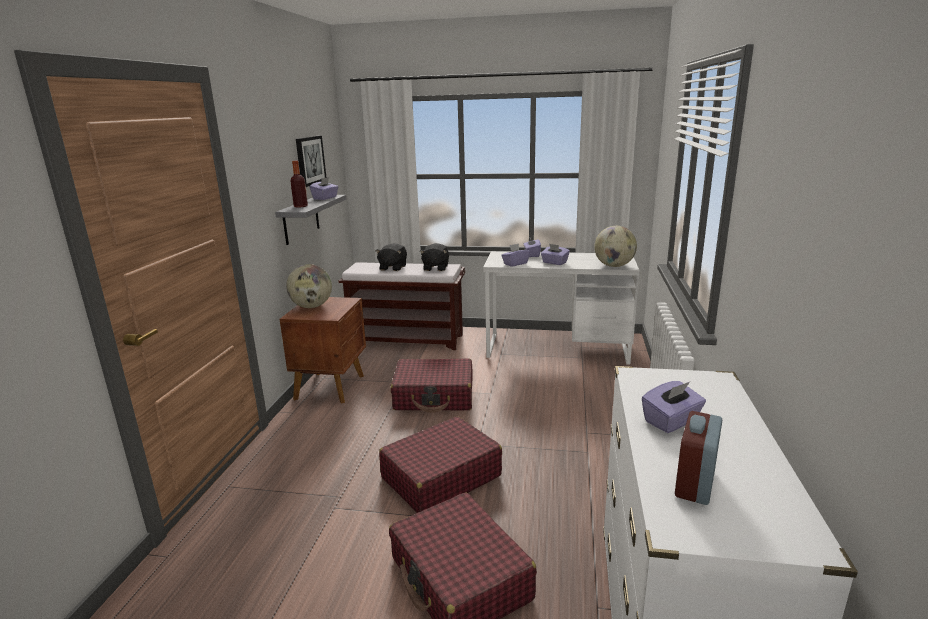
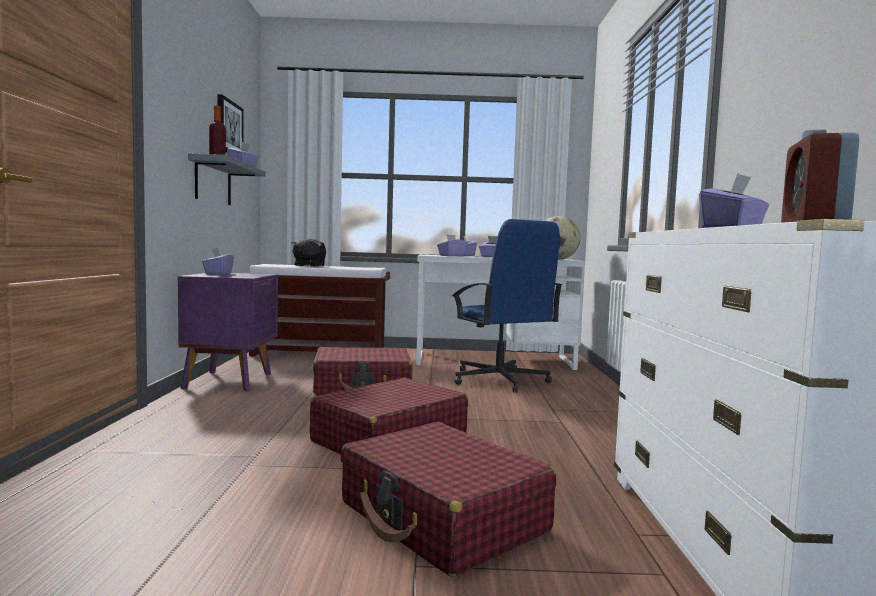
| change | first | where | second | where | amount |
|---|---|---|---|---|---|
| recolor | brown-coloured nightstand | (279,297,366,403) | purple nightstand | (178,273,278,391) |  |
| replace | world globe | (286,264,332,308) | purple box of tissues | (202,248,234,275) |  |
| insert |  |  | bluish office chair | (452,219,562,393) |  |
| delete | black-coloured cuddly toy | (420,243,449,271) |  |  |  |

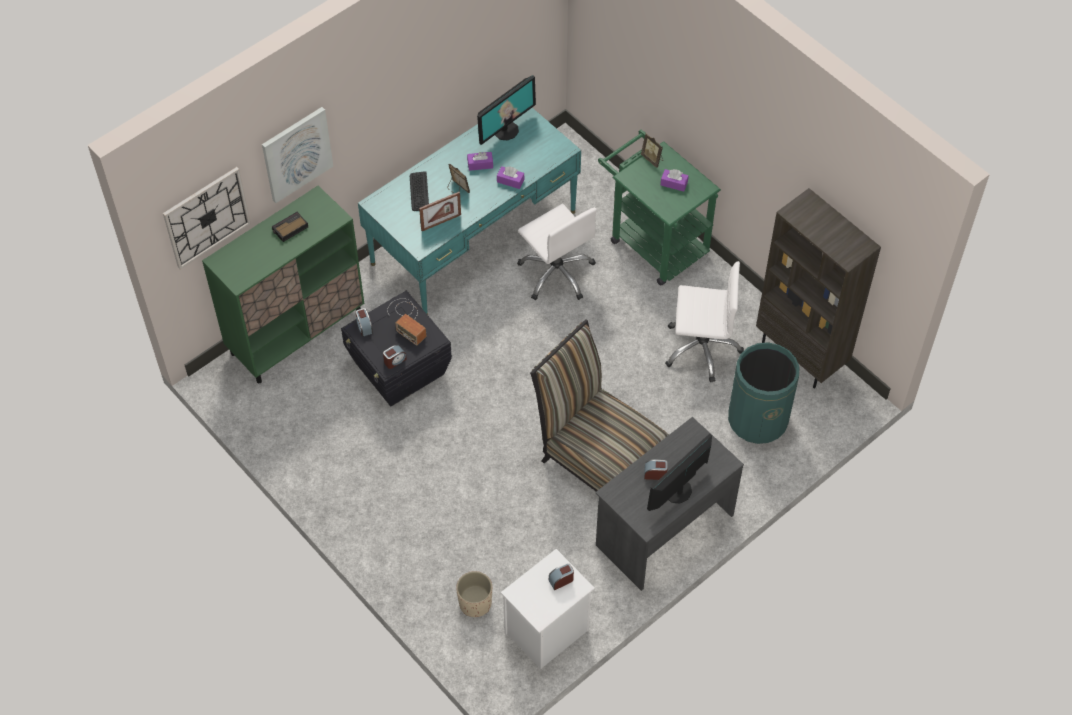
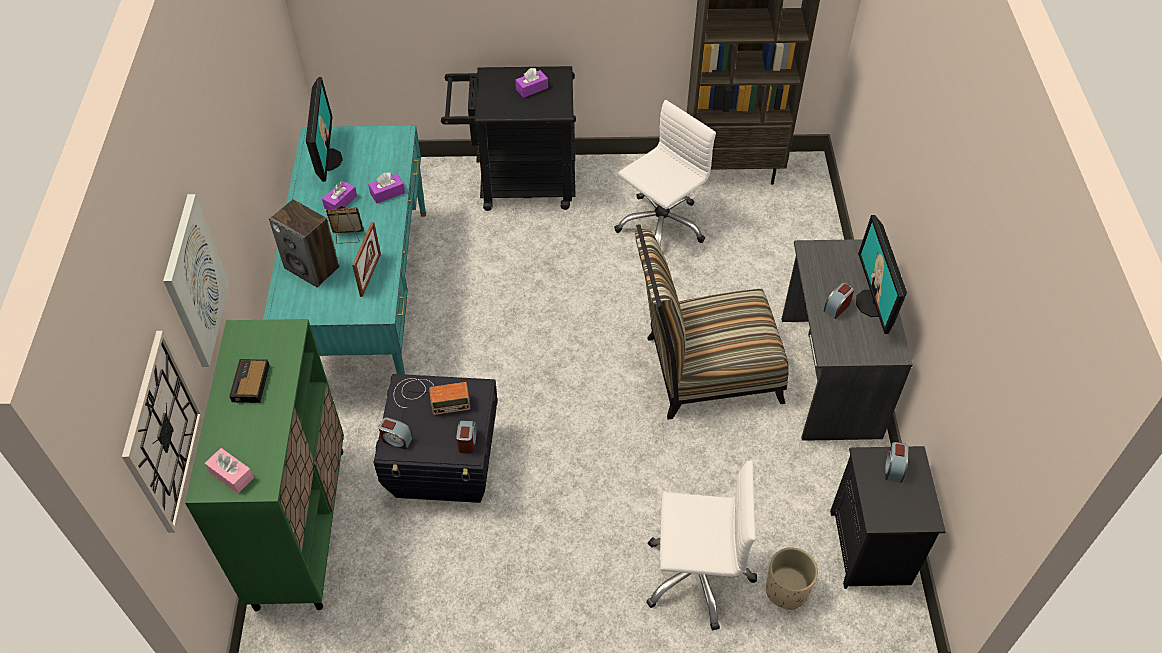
| change | first | where | second | where | amount |
|---|---|---|---|---|---|
| insert |  |  | pink-coloured box of tissues | (205,448,254,493) |  |
| replace | computer keyboard | (410,171,429,211) | loudspeaker | (269,199,339,288) |  |
| recolor | green-coloured cart | (598,130,721,285) | black-coloured cart | (441,66,576,211) |  |
| move | whitish office chair | (517,204,597,300) |  | (646,460,757,631) |  |
| recolor | whitish nightstand | (501,549,595,669) | black-coloured nightstand | (830,446,946,589) |  |
| delete | photo frame | (641,133,663,168) |  |  |  |
| delete | green-coloured rubbish bin | (728,342,799,444) |  |  |  |

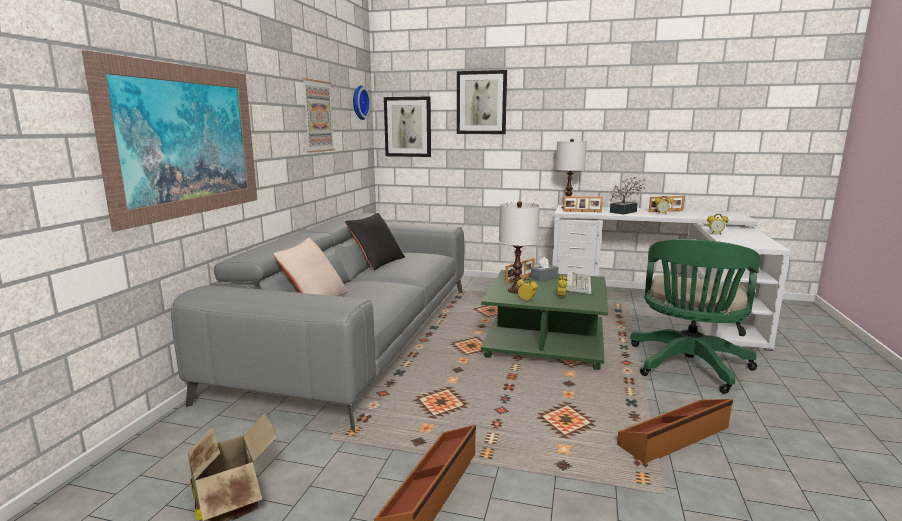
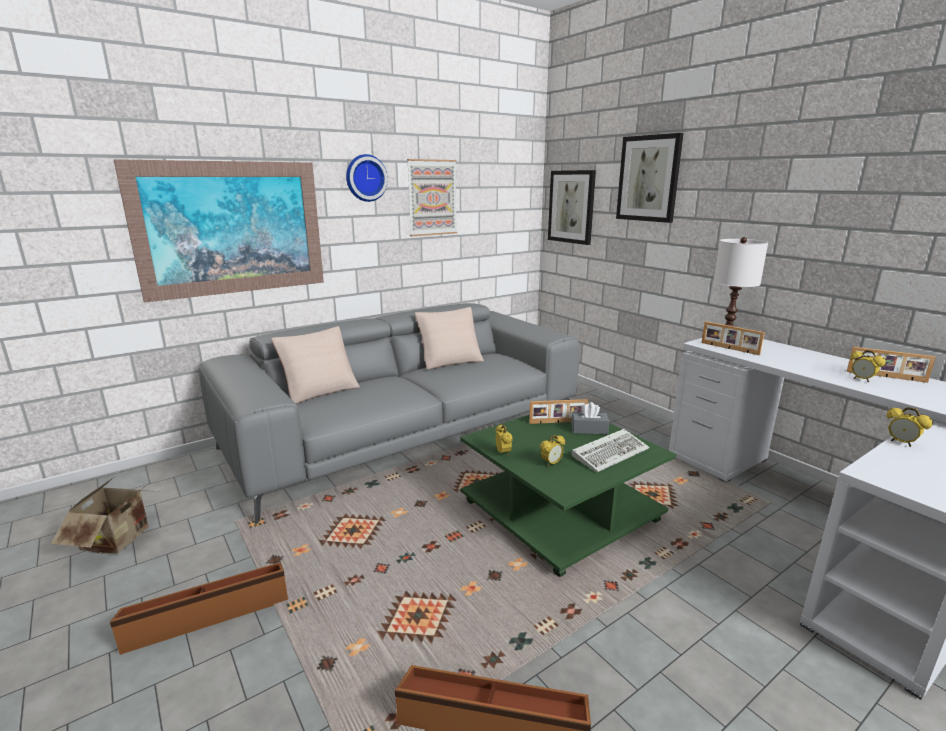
| change | first | where | second | where | amount |
|---|---|---|---|---|---|
| move | wall clock | (353,85,371,120) |  | (346,154,388,202) |  |
| recolor | black-coloured throw pillow | (345,213,405,270) | beige throw pillow | (415,307,484,370) |  |
| delete | whitish table lamp | (499,201,539,294) |  |  |  |
| delete | plant in a pot | (610,177,645,215) |  |  |  |
| delete | green-coloured office chair | (630,239,761,394) |  |  |  |

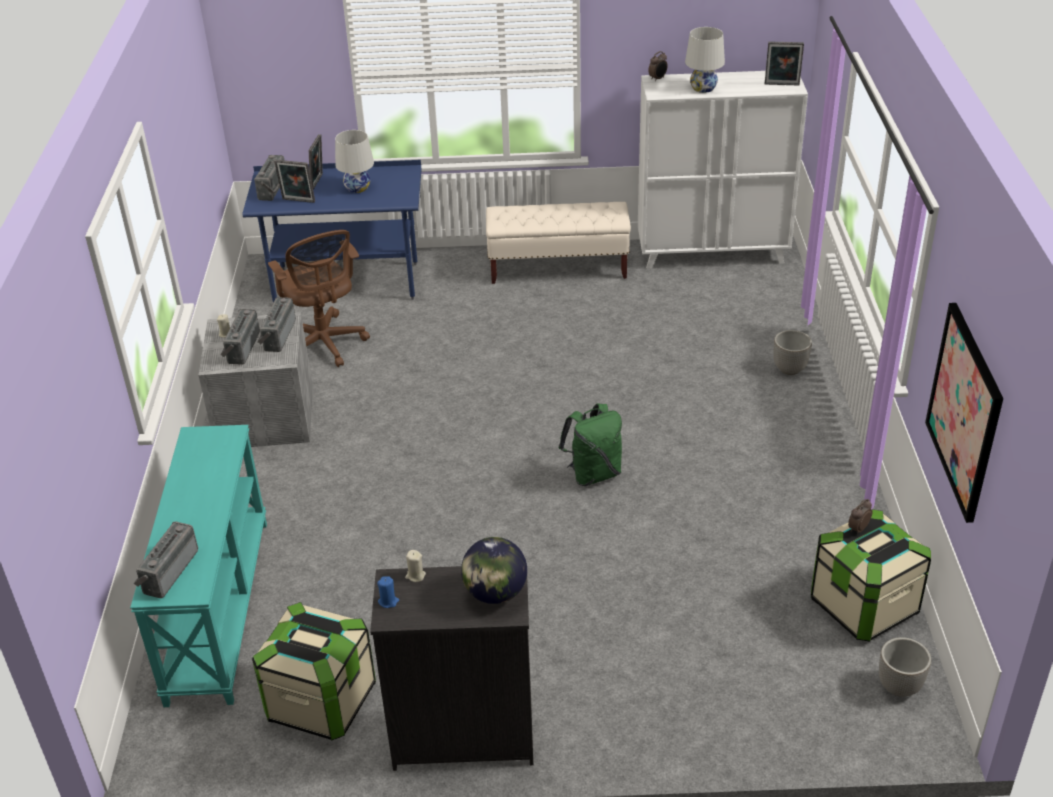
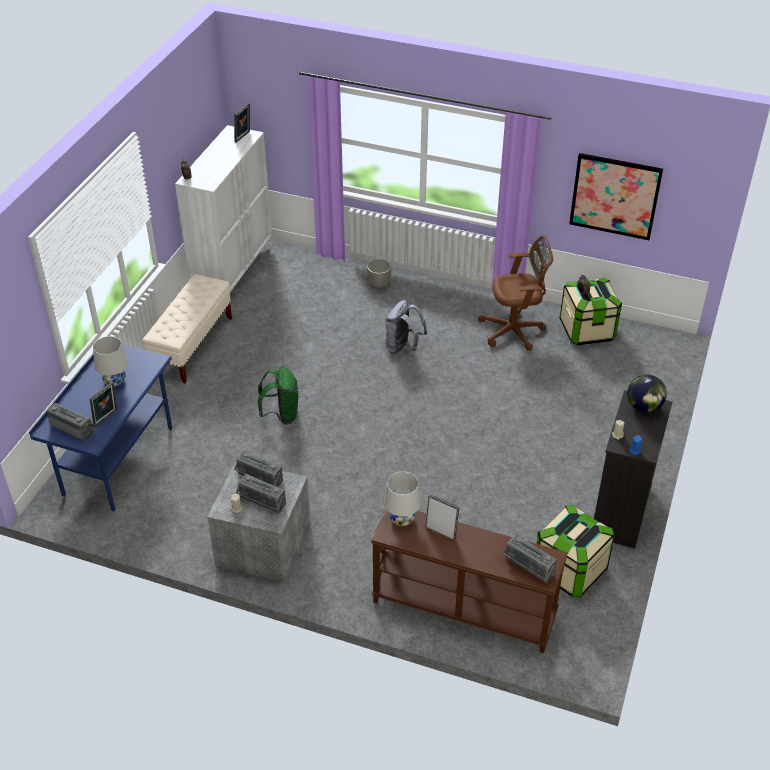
| change | first | where | second | where | amount |
|---|---|---|---|---|---|
| move | green-coloured knapsack | (559,404,622,486) |  | (258,367,298,424) |  |
| recolor | turquoise-coloured narrow table | (130,425,267,707) | brown-coloured narrow table | (371,509,568,653) |  |
| move | whitish table lamp | (685,27,725,93) |  | (384,471,421,527) |  |
| insert |  |  | gray knapsack | (385,300,427,354) |  |
| move | photo frame | (309,134,323,190) |  | (426,494,459,540) |  |
| move | brown-coloured office chair | (268,230,370,367) |  | (478,236,553,351) |  |
| delete | flower pot | (879,637,931,697) |  |  |  |

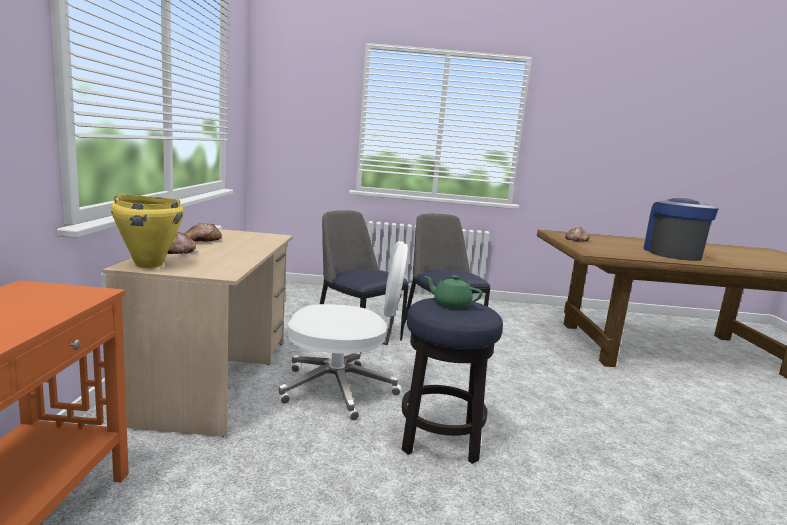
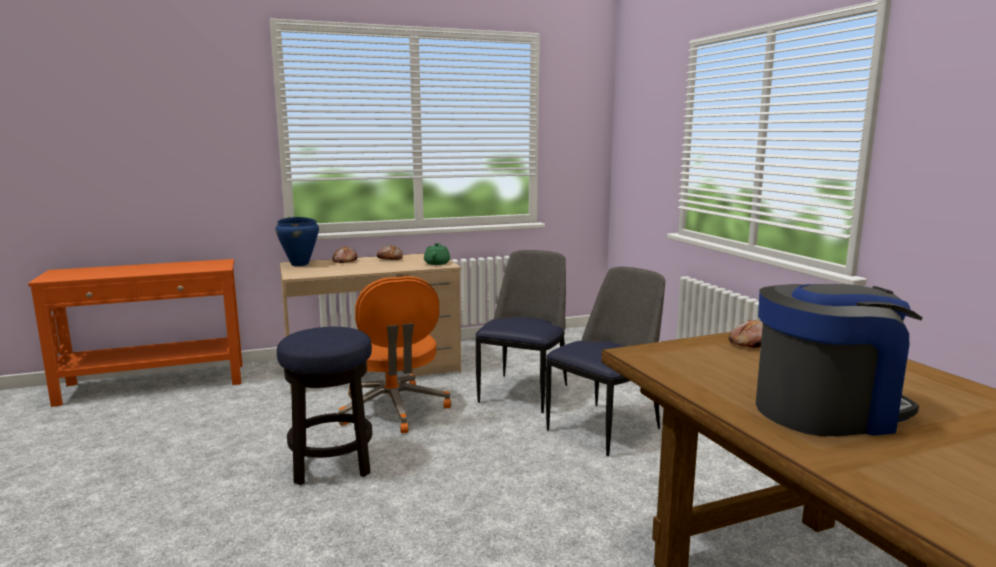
| change | first | where | second | where | amount |
|---|---|---|---|---|---|
| recolor | yellow stockpot | (111,195,184,268) | bluish stockpot | (276,217,319,266) |  |
| recolor | whitish office chair | (278,241,408,421) | orangey office chair | (339,276,451,433) |  |
| move | green-coloured teapot | (425,275,482,309) |  | (424,243,450,265) |  |

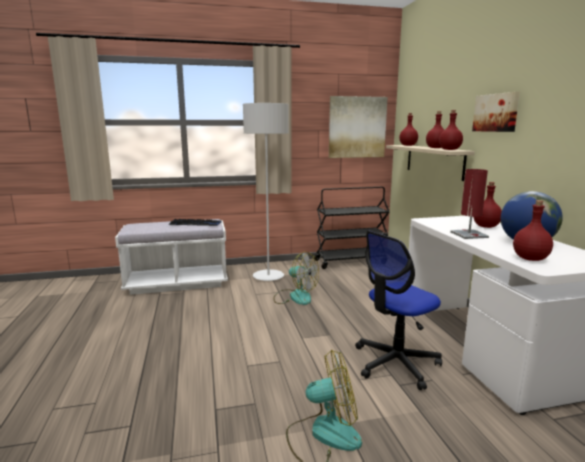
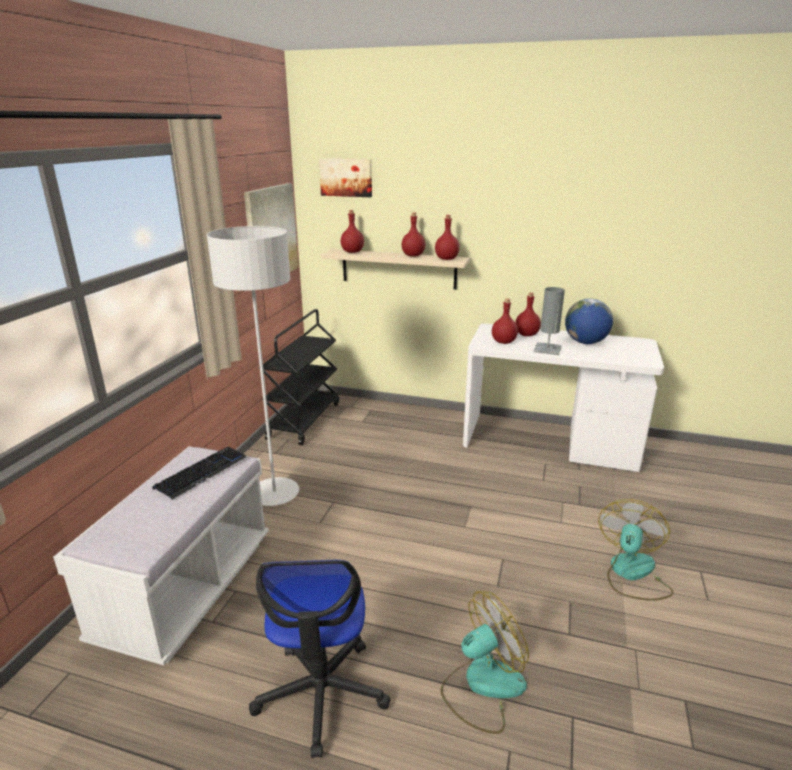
| change | first | where | second | where | amount |
|---|---|---|---|---|---|
| move | office chair | (355,230,442,390) |  | (249,560,391,758) |  |
| move | picture | (472,92,520,132) |  | (319,158,372,197) |  |
| move | cooling fan | (273,252,319,305) |  | (441,591,529,734) |  |
| move | reddish bottle | (513,200,553,261) |  | (492,298,518,344) |  |
| recolor | reddish table lamp | (450,169,489,239) | gray table lamp | (534,287,565,355) |  |

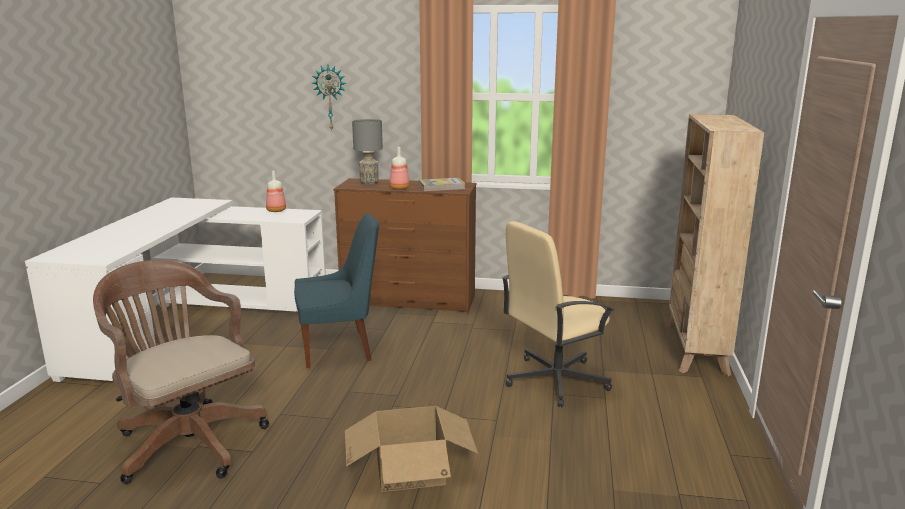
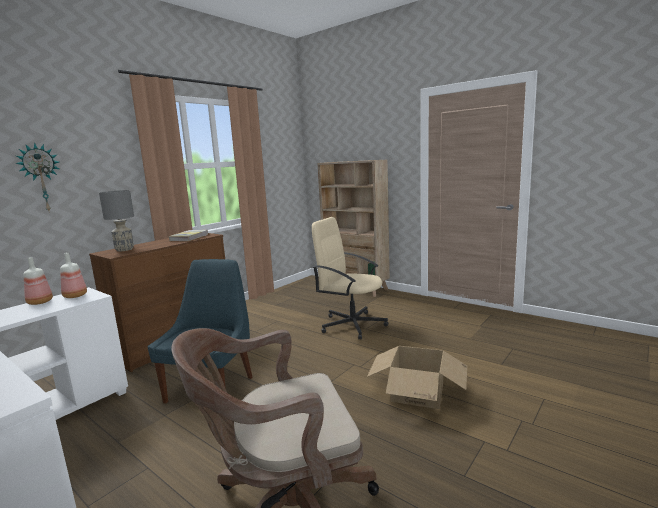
| change | first | where | second | where | amount |
|---|---|---|---|---|---|
| move | bottle | (389,147,410,190) |  | (60,252,87,298) |  |
| rotate | beige office chair | (502,221,614,407) |  | (312,217,388,339) | 120 degrees clockwise |

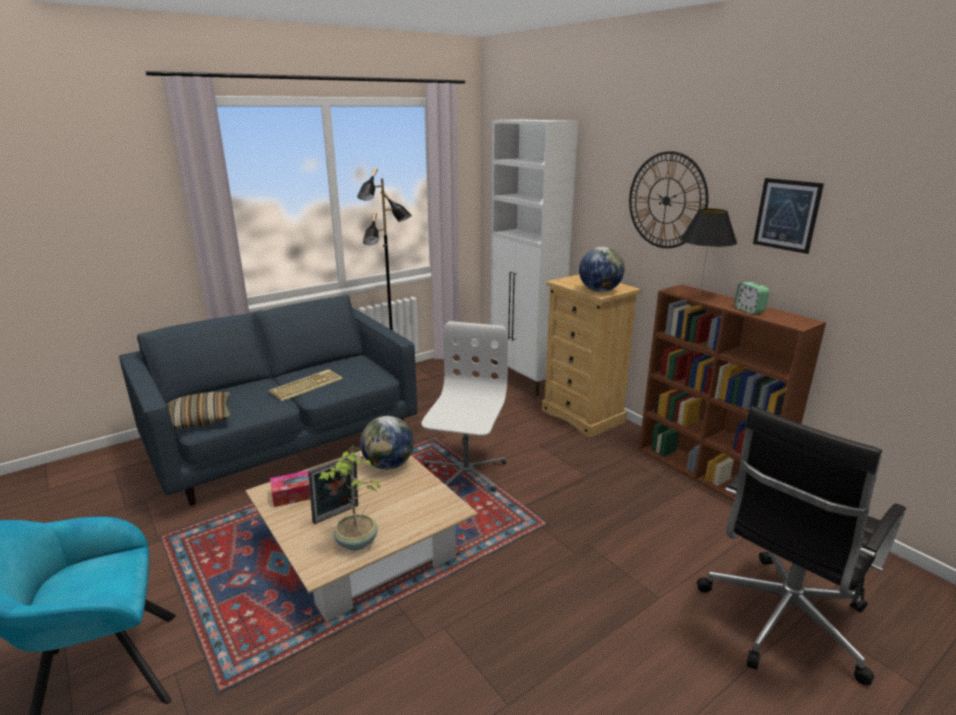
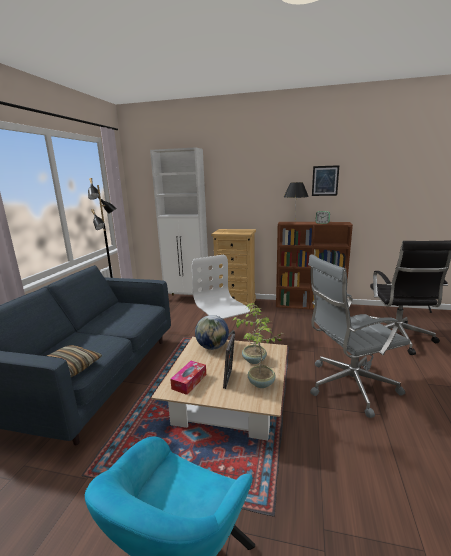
| change | first | where | second | where | amount |
|---|---|---|---|---|---|
| insert |  |  | plant in a pot | (232,303,271,364) |  |
| insert |  |  | gray office chair | (308,254,410,418) |  |
| delete | computer keyboard | (269,369,342,401) |  |  |  |
| delete | world globe | (579,247,624,292) |  |  |  |
| delete | wall clock | (629,151,709,248) |  |  |  |

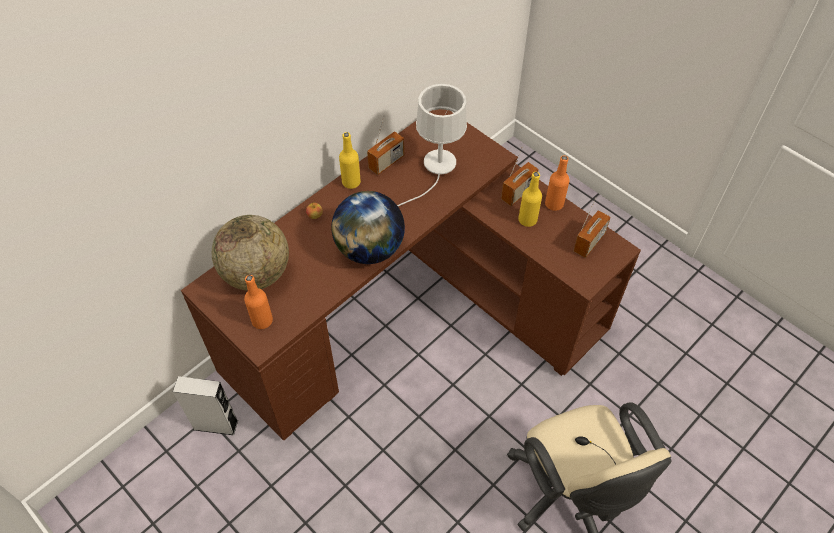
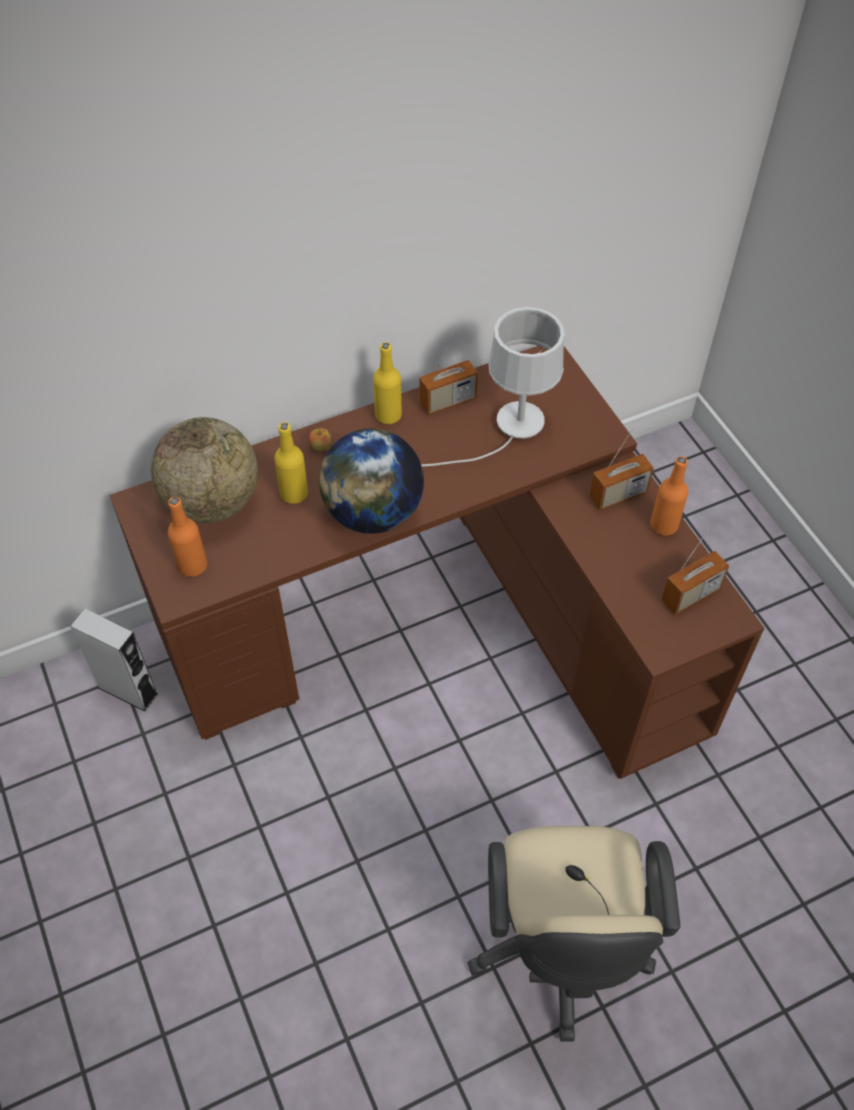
| change | first | where | second | where | amount |
|---|---|---|---|---|---|
| move | yellow bottle | (518,172,542,227) |  | (274,423,308,504) |  |

